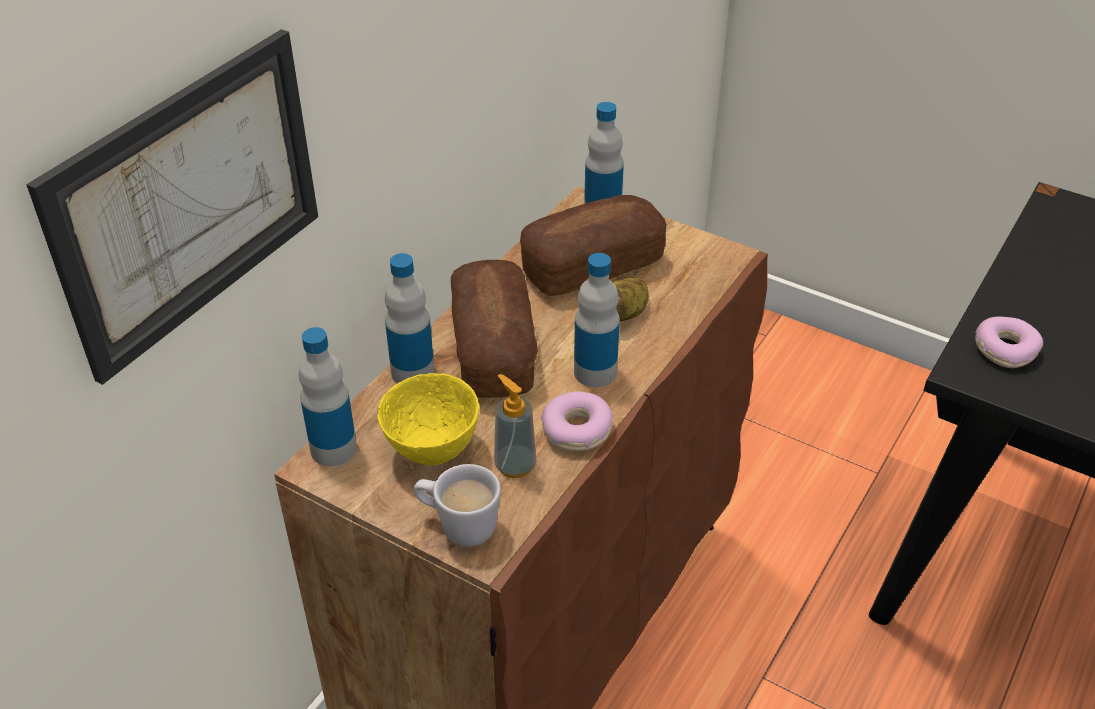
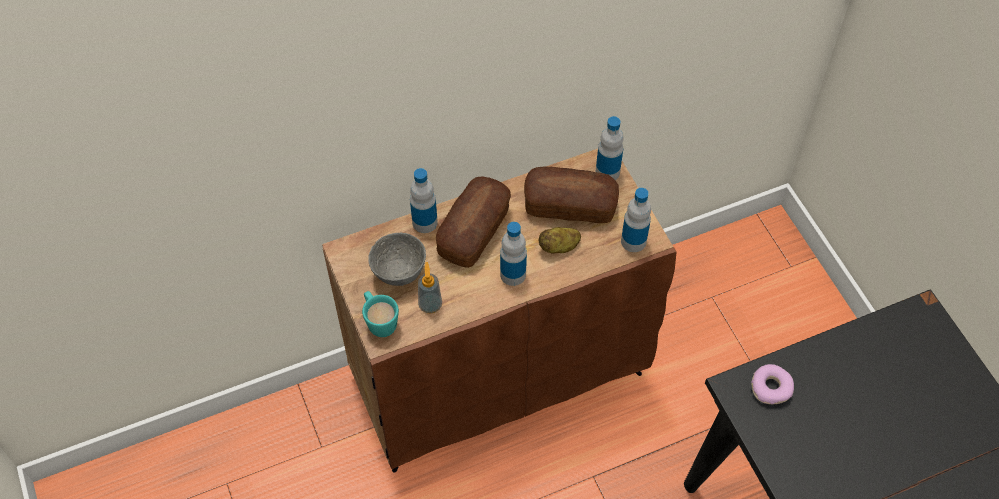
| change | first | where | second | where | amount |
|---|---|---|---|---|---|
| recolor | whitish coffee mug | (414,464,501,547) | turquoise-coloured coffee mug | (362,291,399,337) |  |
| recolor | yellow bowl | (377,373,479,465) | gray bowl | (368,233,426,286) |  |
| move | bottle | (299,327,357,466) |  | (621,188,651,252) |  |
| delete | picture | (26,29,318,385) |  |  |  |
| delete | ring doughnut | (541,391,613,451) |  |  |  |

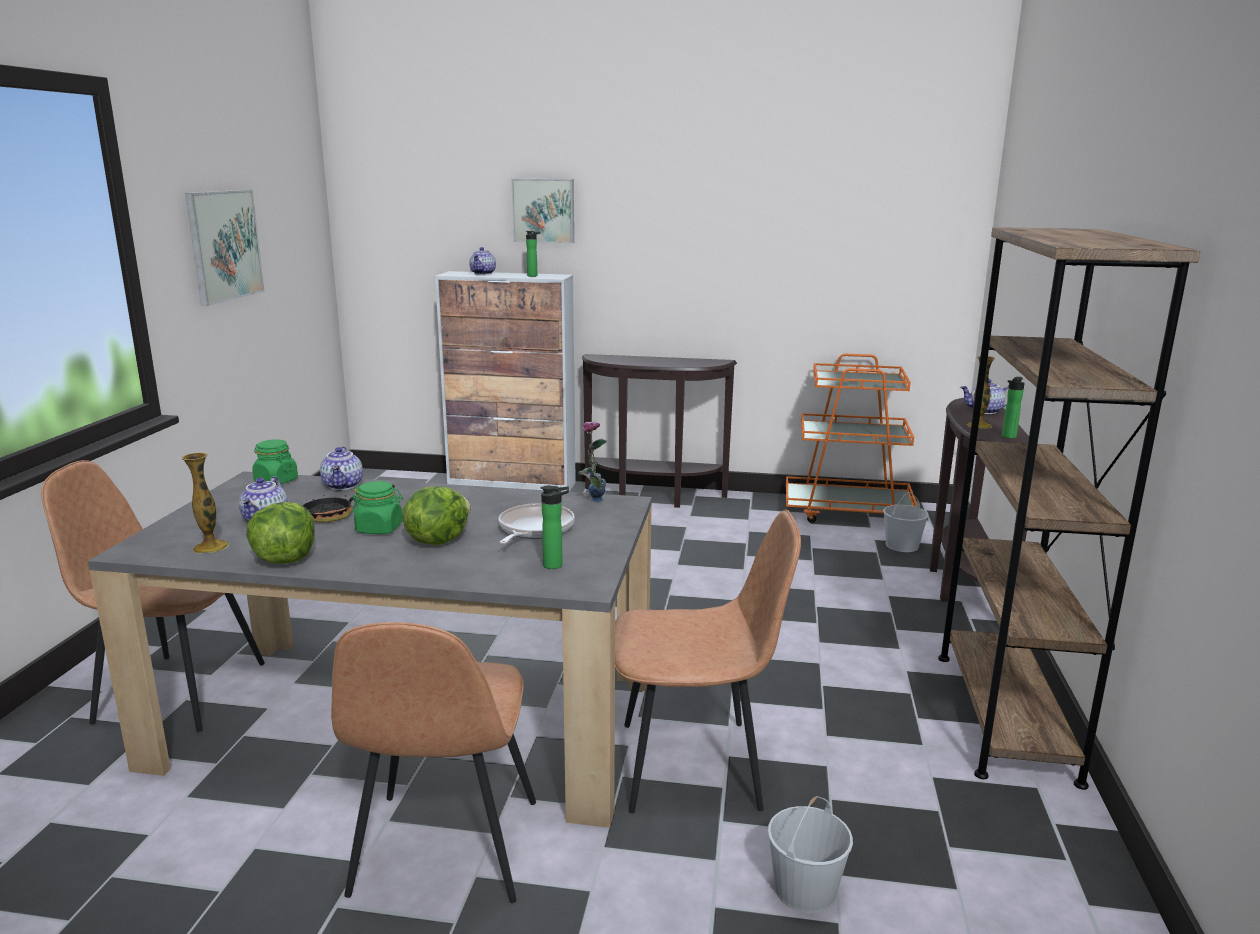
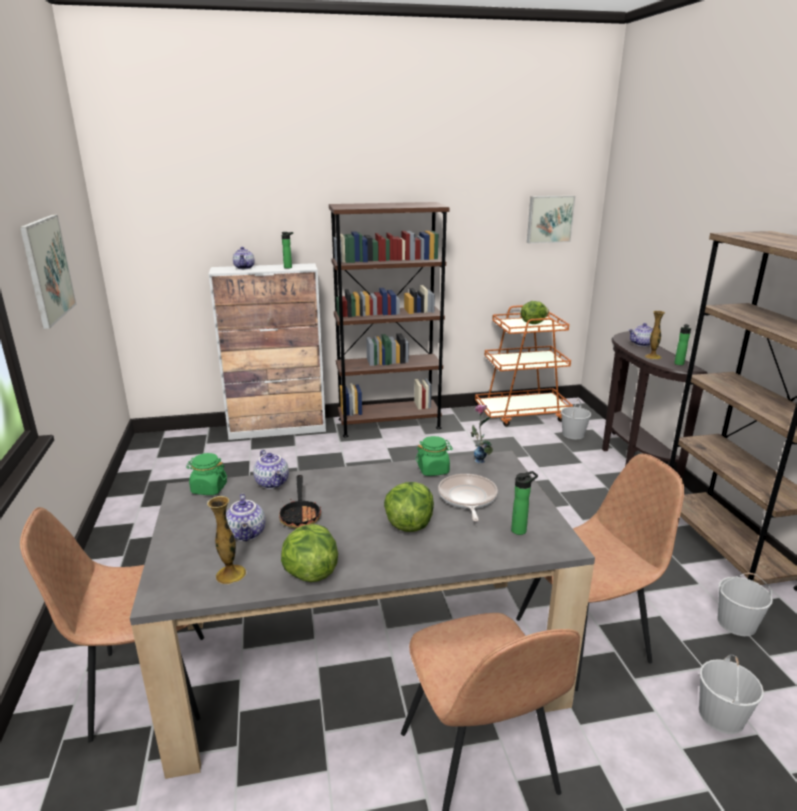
| change | first | where | second | where | amount |
|---|---|---|---|---|---|
| rotate | frying pan | (303,485,395,523) |  | (279,475,321,528) | 45 degrees counterclockwise |
| replace | brown-coloured narrow table | (582,354,737,508) | brown-coloured shelving unit | (329,202,449,437) |  |
| move | green-coloured preserve jar | (352,481,403,534) |  | (416,436,453,476) |  |
| insert |  |  | lettuce head | (521,301,549,324) |  |
| move | picture | (511,179,574,243) |  | (527,195,575,243) |  |
| insert |  |  | whitish bucket | (717,573,773,636) |  |

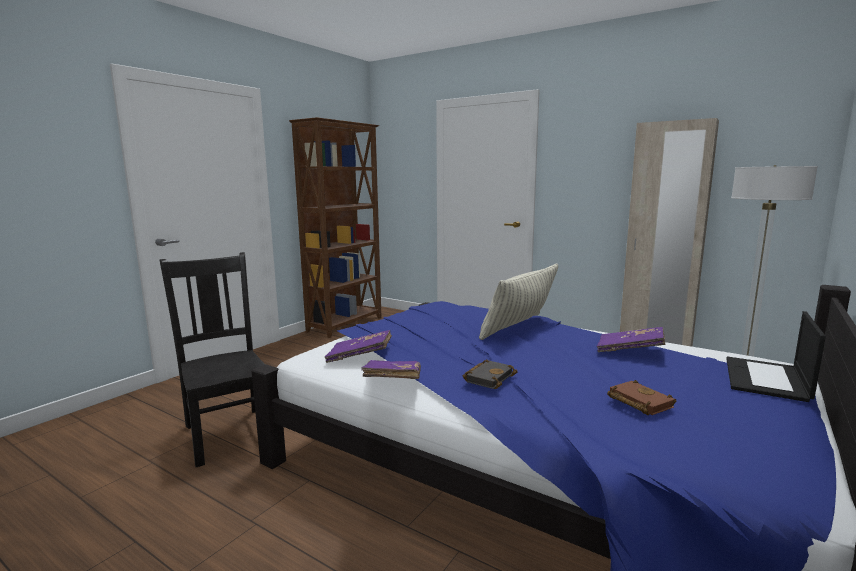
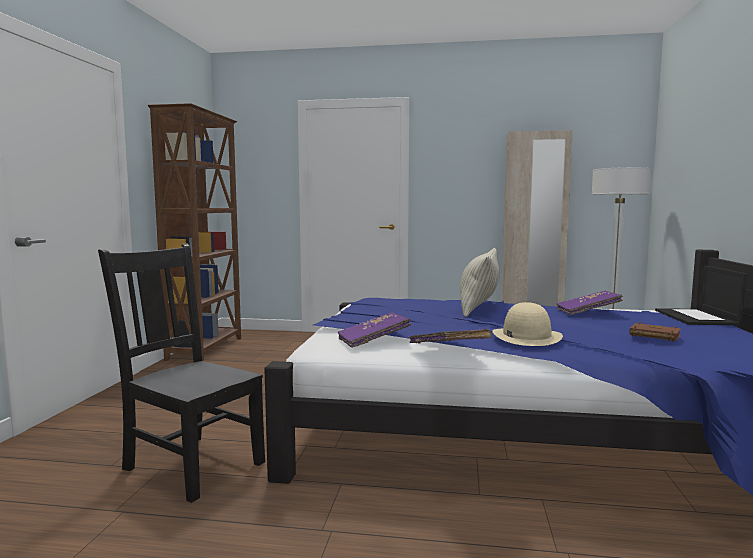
| change | first | where | second | where | amount |
|---|---|---|---|---|---|
| replace | black-coloured bound book | (463,359,518,389) | beige clothing hat | (492,302,563,346) |  |

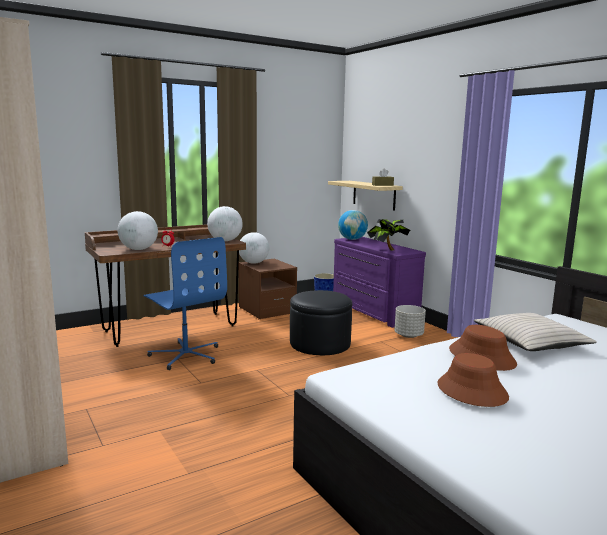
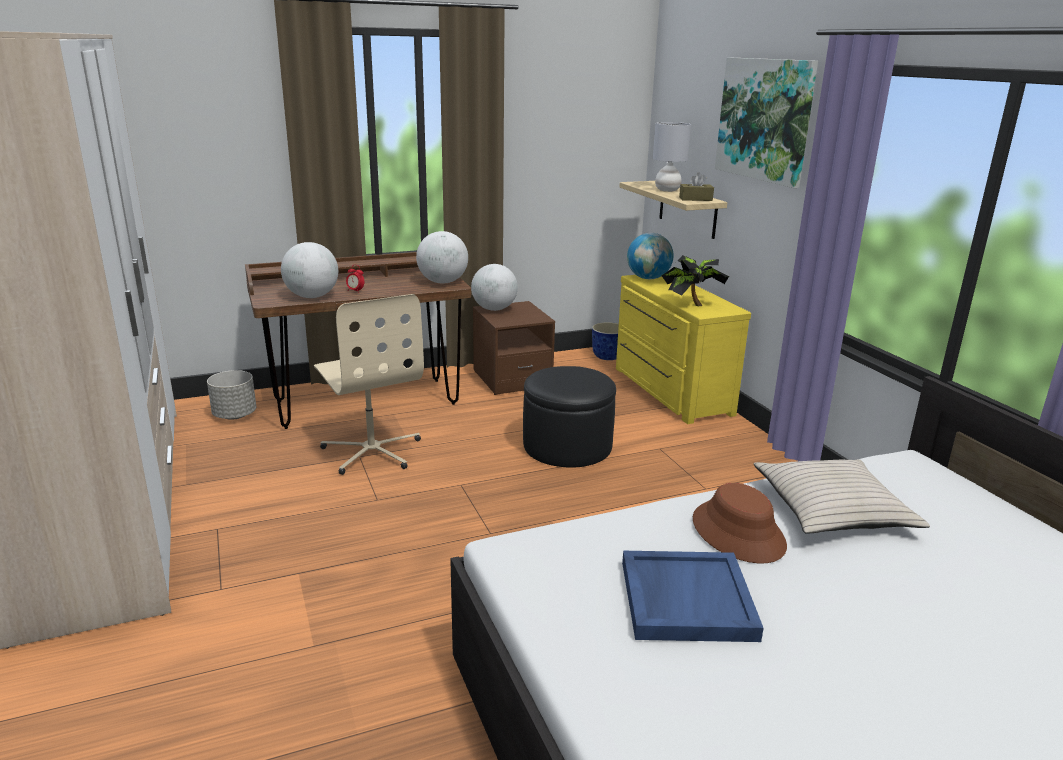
| change | first | where | second | where | amount |
|---|---|---|---|---|---|
| move | gray flower pot | (395,305,426,338) |  | (207,370,256,420) |  |
| recolor | bluish office chair | (143,237,227,370) | beige office chair | (314,294,424,475) |  |
| recolor | purple dresser | (333,237,426,328) | yellow dresser | (616,275,751,424) |  |
| replace | brown-coloured clothing hat | (438,353,509,407) | bluish carrying tray | (622,551,764,642) |  |
| insert |  |  | gray table lamp | (653,122,691,192) |  |
| insert |  |  | picture | (715,57,818,188) |  |

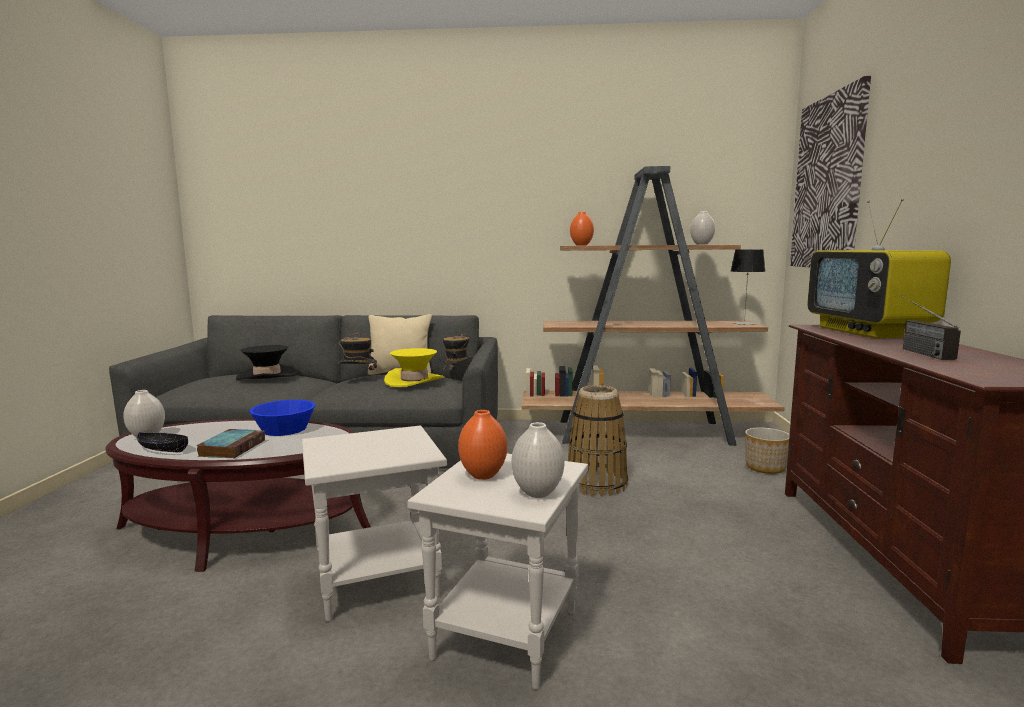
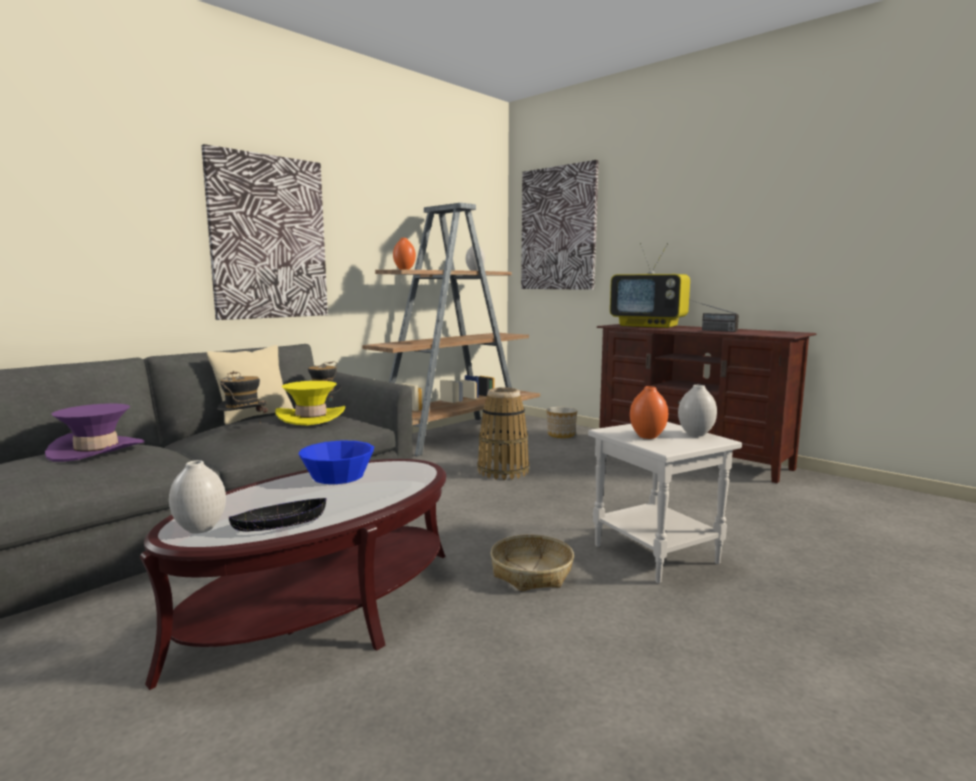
| change | first | where | second | where | amount |
|---|---|---|---|---|---|
| recolor | black-coloured clothing hat | (236,345,297,380) | purple clothing hat | (45,403,144,462) |  |
| insert |  |  | picture | (201,144,328,320) |  |
| replace | whitish end table | (302,425,447,621) | storage basket | (490,534,574,591) |  |
| delete | bound book | (196,429,265,458) |  |  |  |
| delete | table lamp | (731,249,766,325) |  |  |  |

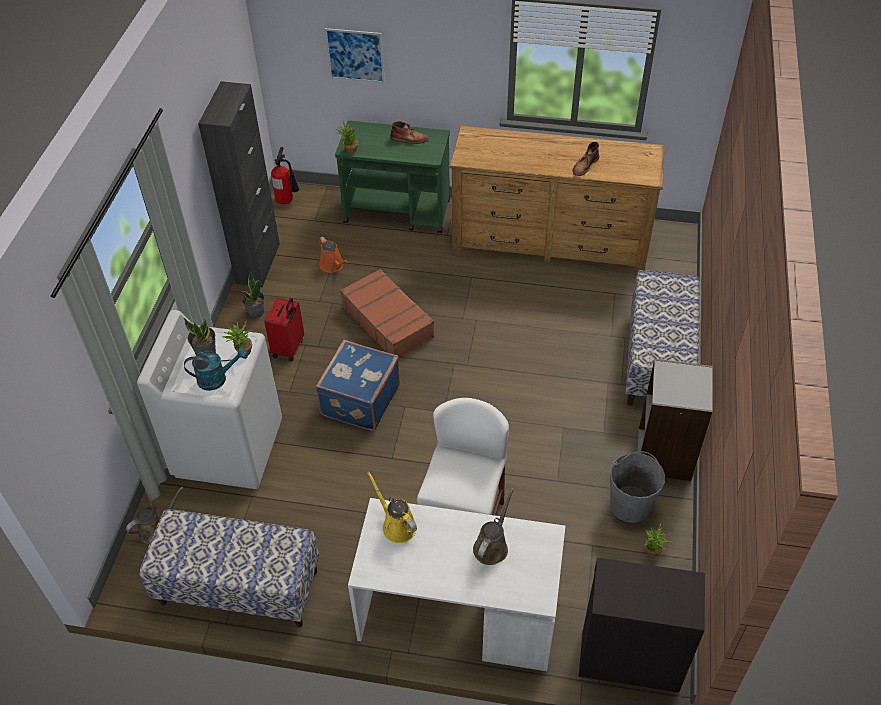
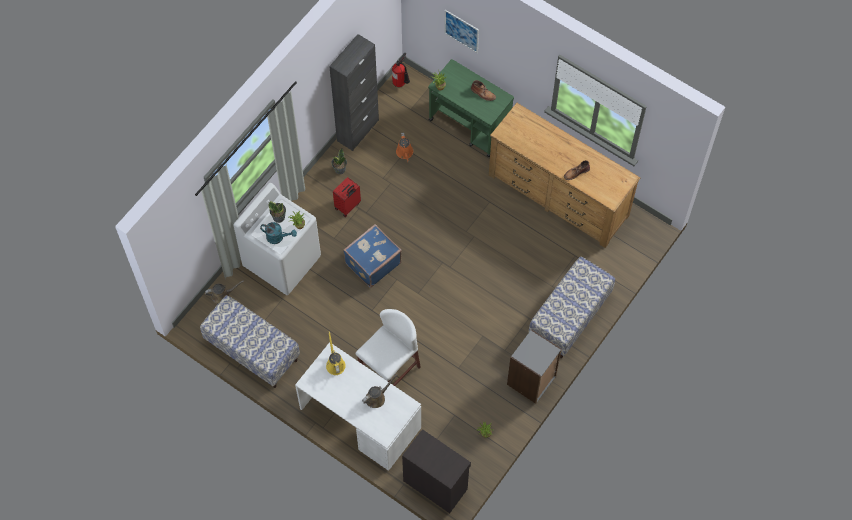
| change | first | where | second | where | amount |
|---|---|---|---|---|---|
| delete | brown-coloured piece of luggage | (340,269,434,357) |  |  |  |
| delete | gray bucket | (610,451,665,523) |  |  |  |

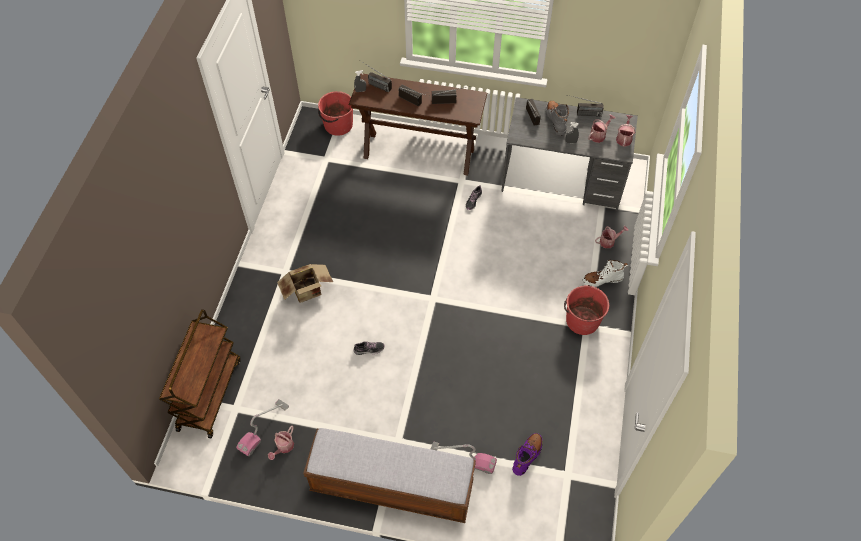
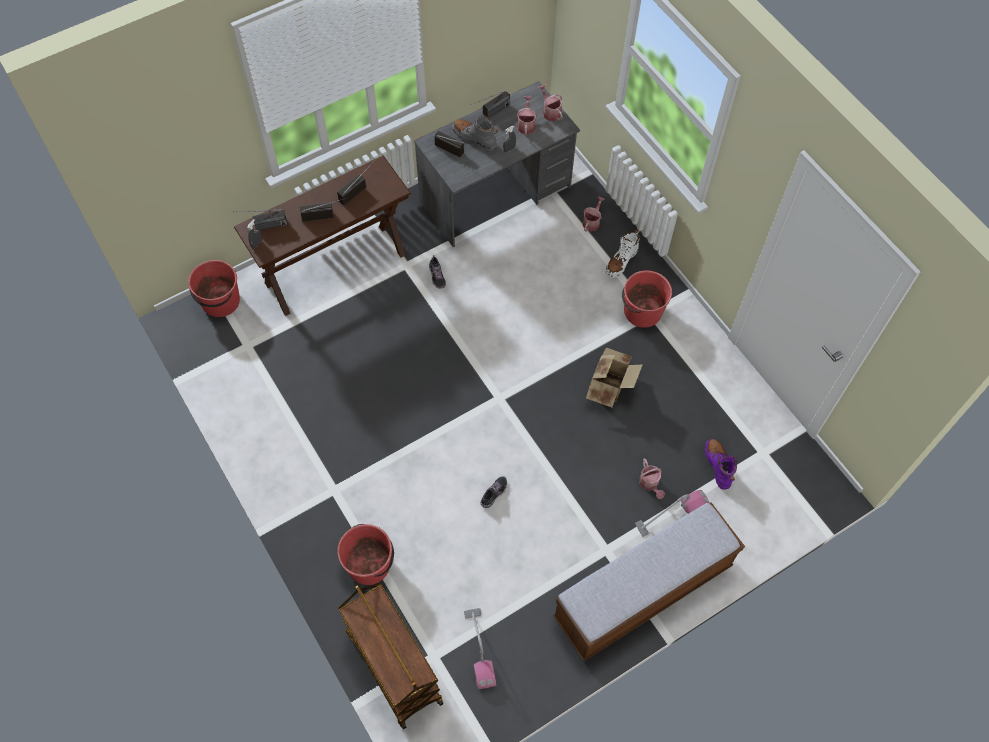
| change | first | where | second | where | amount |
|---|---|---|---|---|---|
| insert |  |  | reddish bucket | (337,524,394,585) |  |
| move | cardboard box | (277,264,333,303) |  | (586,347,643,407) |  |
| move | watering pot | (268,426,294,460) |  | (639,458,665,499) |  |

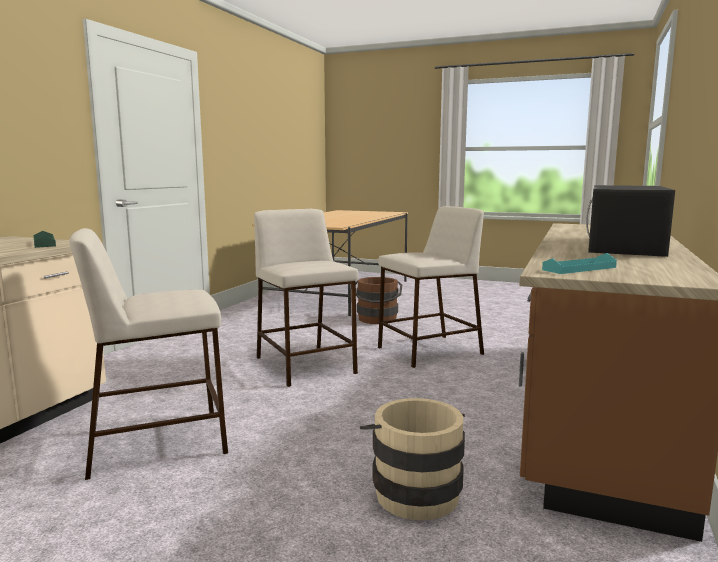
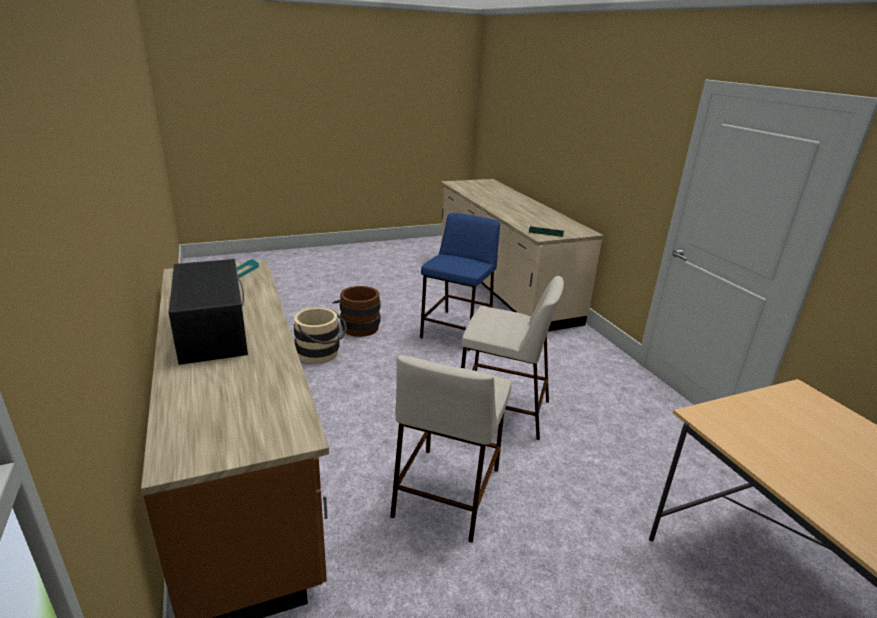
| change | first | where | second | where | amount |
|---|---|---|---|---|---|
| move | brown-coloured bucket | (356,277,402,324) |  | (332,286,380,337) |  |
| recolor | beige stool seat | (69,228,228,480) | bluish stool seat | (420,213,500,351) |  |

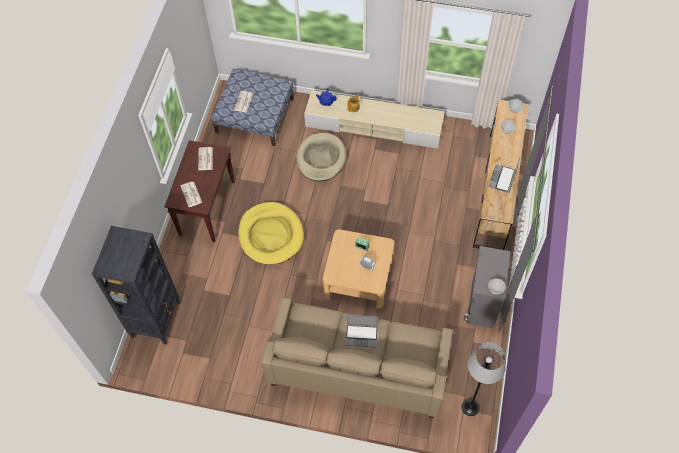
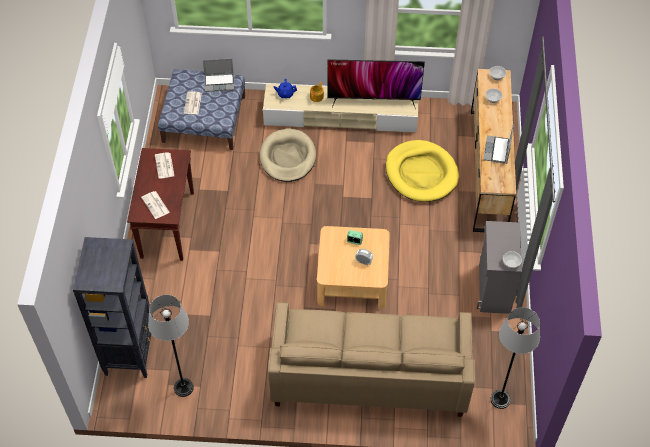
| change | first | where | second | where | amount |
|---|---|---|---|---|---|
| insert |  |  | gray standard lamp | (148,295,194,397) |  |
| move | portable computer | (345,315,378,348) |  | (203,58,234,92) |  |
| insert |  |  | TV | (327,59,425,110) |  |
| move | yellow pet bed | (238,202,304,265) |  | (386,140,459,202) |  |

